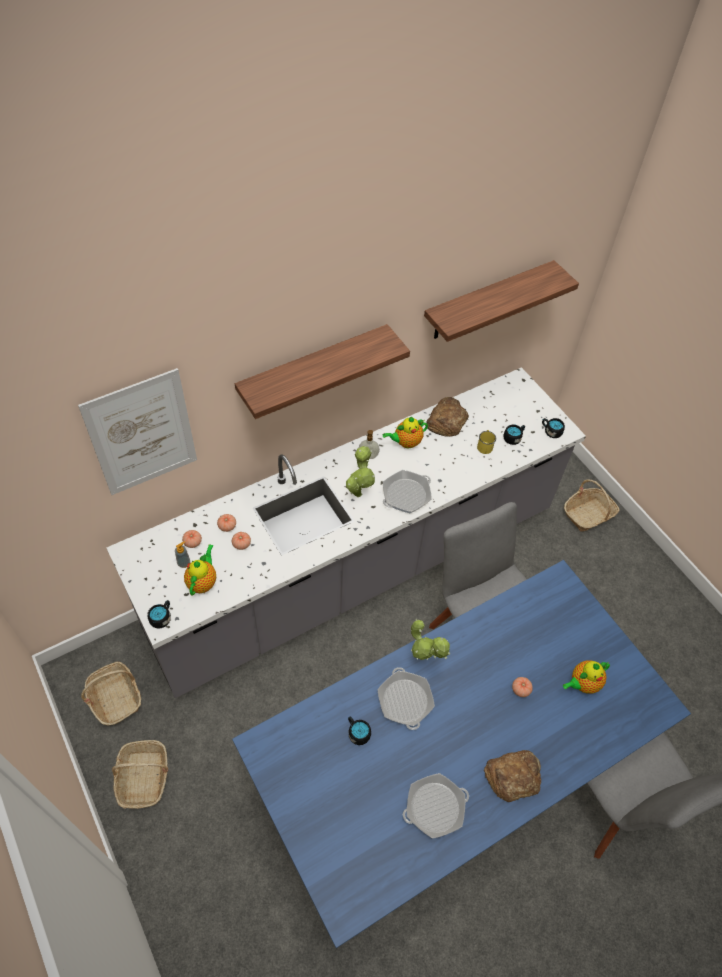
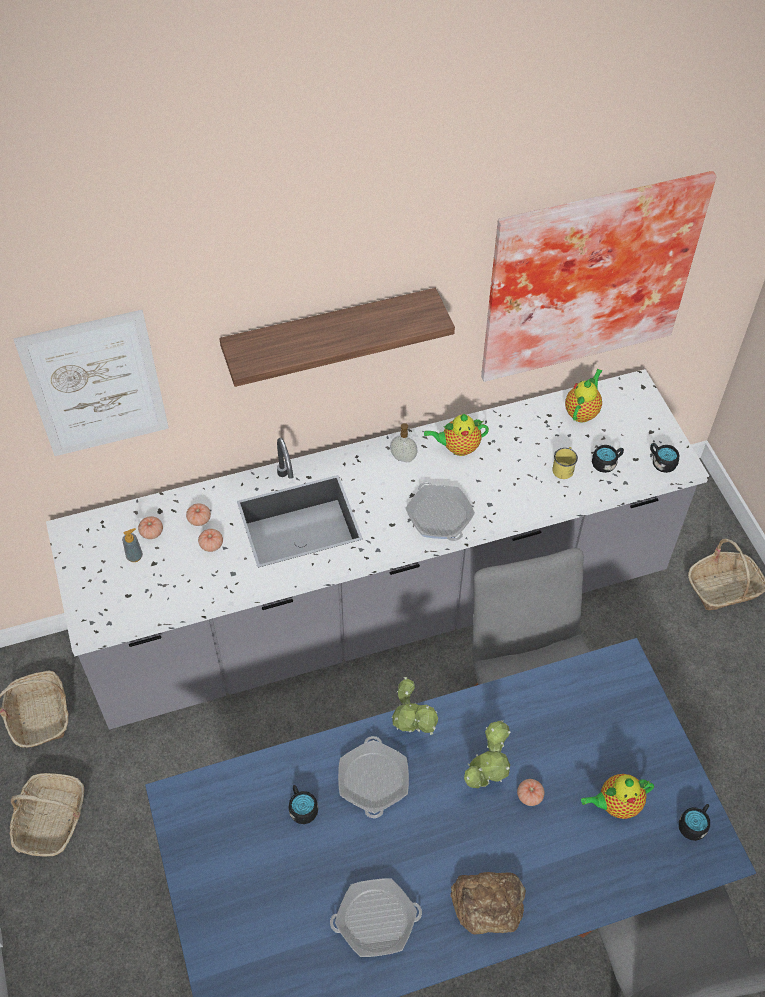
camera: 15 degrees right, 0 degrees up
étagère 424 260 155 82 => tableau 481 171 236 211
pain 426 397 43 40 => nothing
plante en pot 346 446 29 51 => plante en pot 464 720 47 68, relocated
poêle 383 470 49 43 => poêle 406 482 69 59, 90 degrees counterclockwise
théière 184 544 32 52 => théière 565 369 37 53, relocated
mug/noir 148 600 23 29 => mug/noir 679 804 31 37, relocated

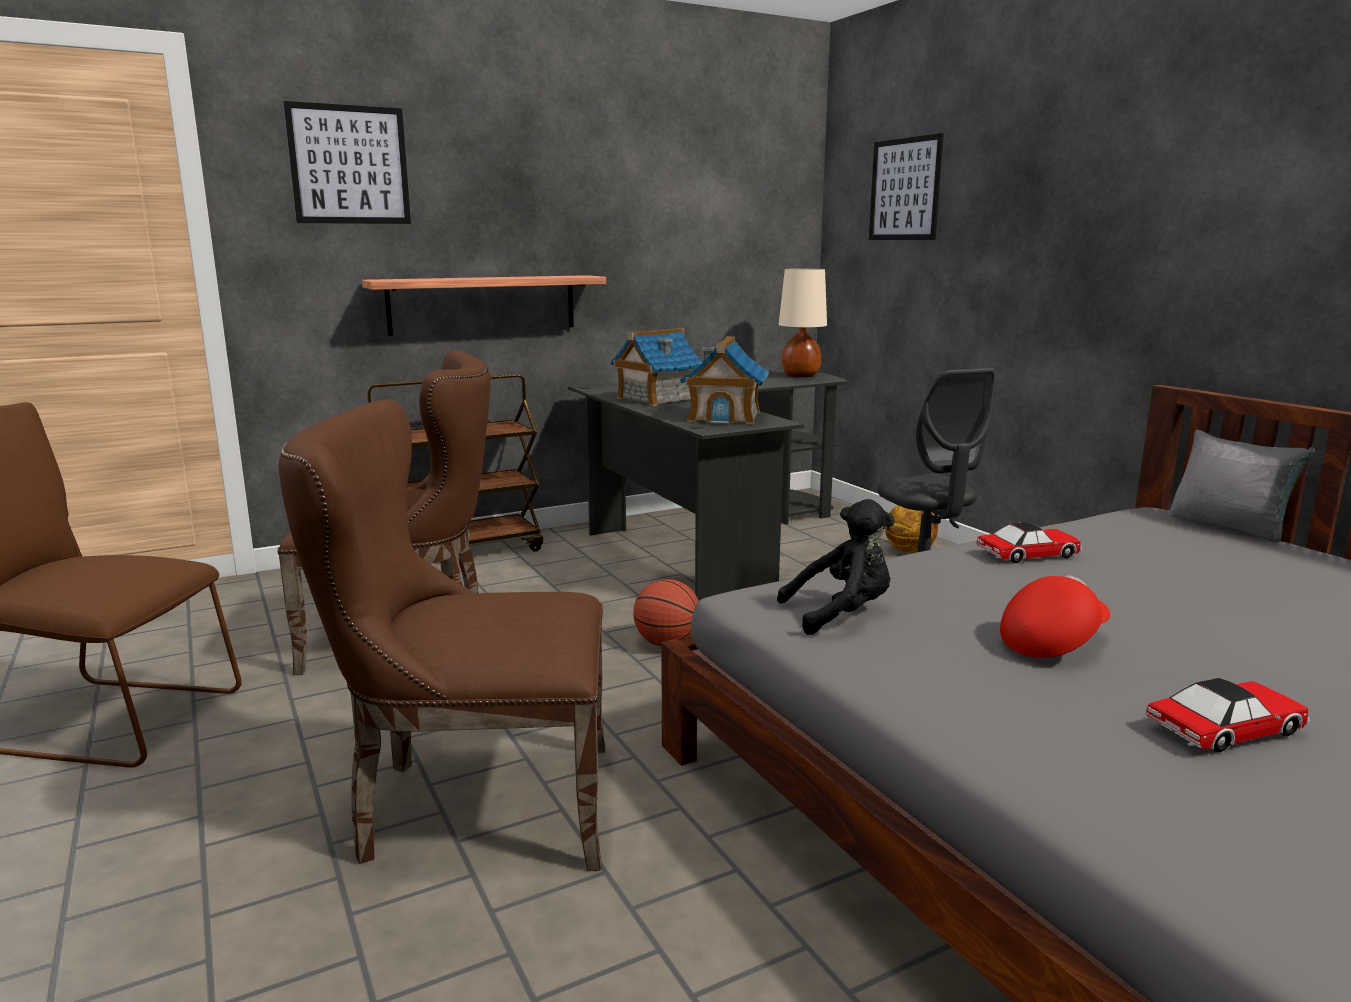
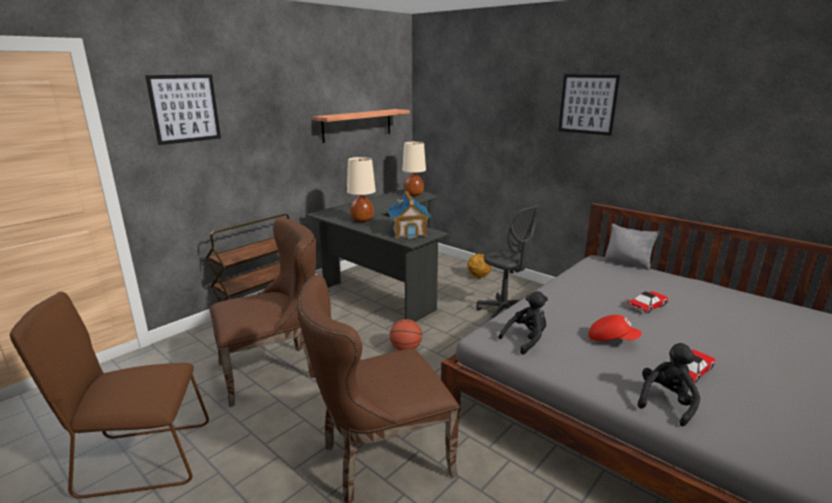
camera: 20 degrees left, 5 degrees up
tableau 869 133 75 107 => tableau 558 74 62 62, relocated
étagère 362 275 244 61 => étagère 313 109 97 34, relocated
maison miniature 610 328 93 78 => lampe de table/beige 347 157 29 65
petite voiture 976 522 107 41 => petite voiture 628 291 41 22, relocated
casquette/rouge 1000 575 110 83 => casquette/rouge 589 315 53 26, 75 degrees clockwise
nothing => peluche/noir 638 343 62 84

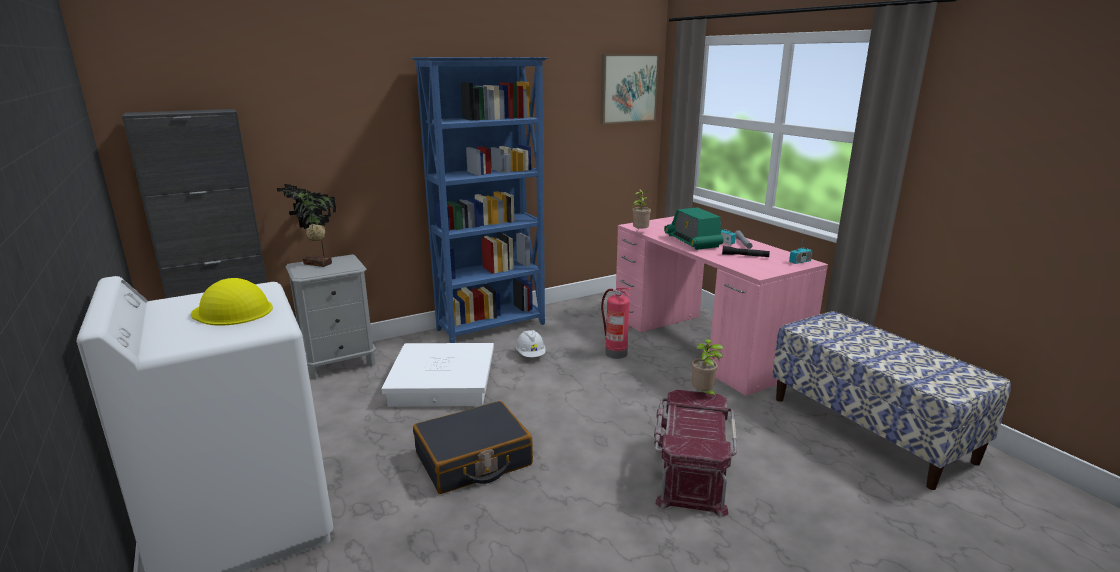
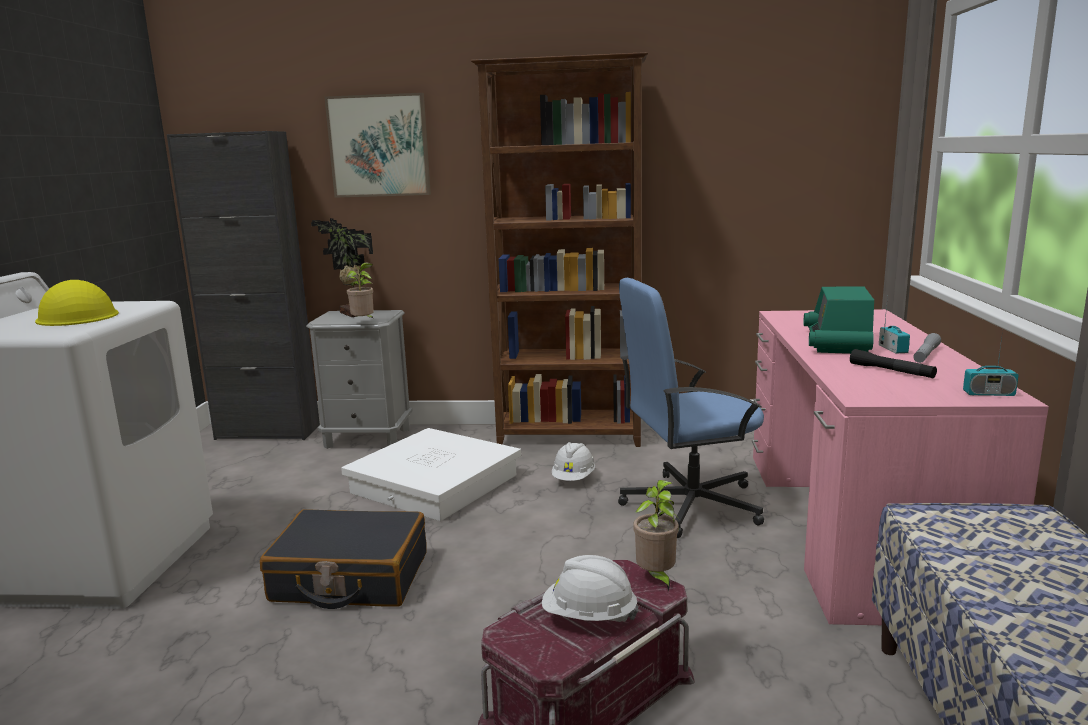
camera: 35 degrees right, 5 degrees down
tableau 600 54 59 70 => tableau 324 93 107 105, relocated
bibliothèque/bleu 411 57 137 286 => bibliothèque/marron 471 52 177 395
plante en pot 632 189 19 40 => plante en pot 346 263 28 56, relocated
extincteur 601 287 30 72 => chaise de bureau/bleu 618 278 146 260
nothing => casque de chantier/blanc 542 555 97 67

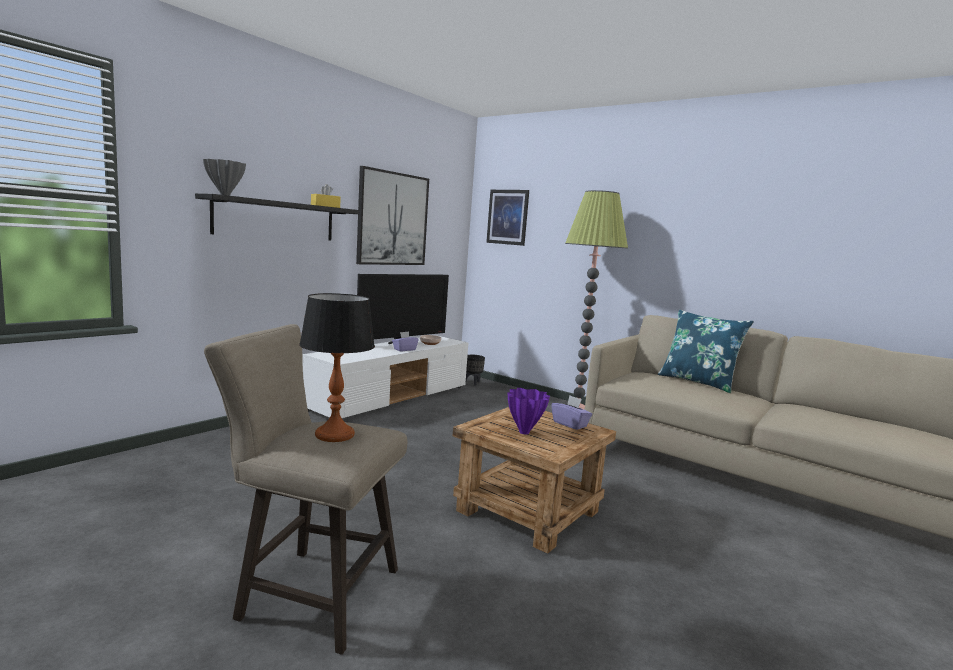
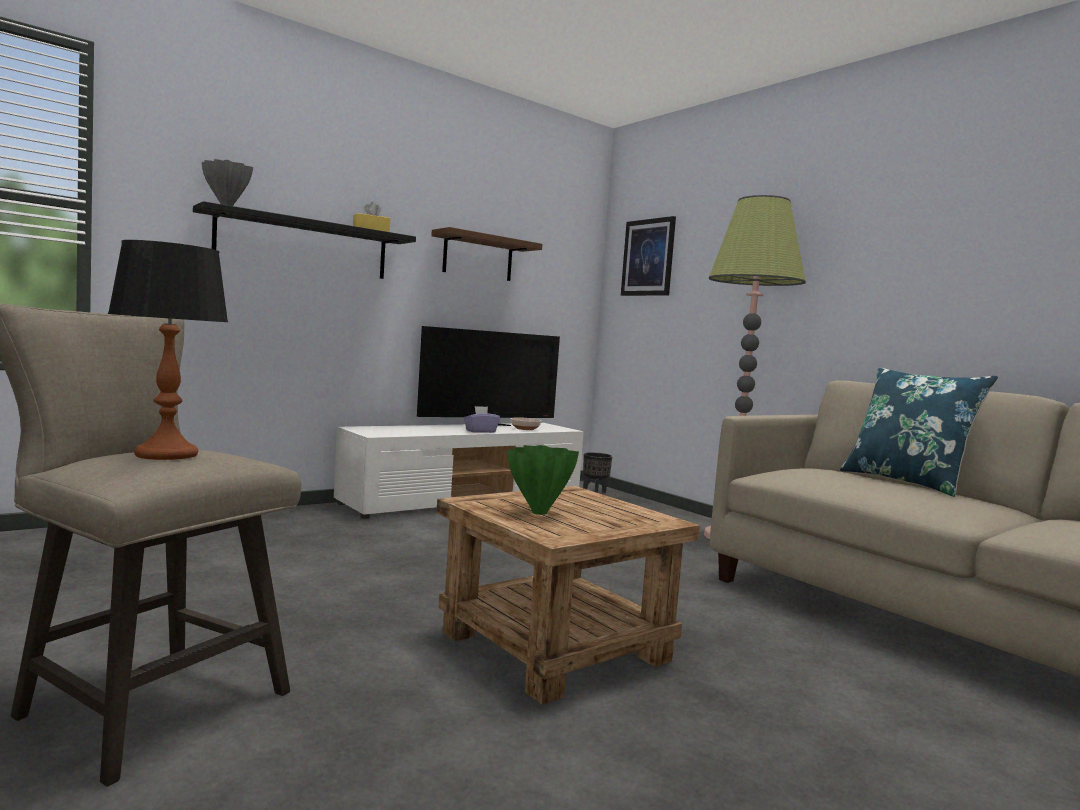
camera: 15 degrees right, 5 degrees down
tableau 356 166 73 99 => étagère/marron 431 227 111 54
vase/violet 508 388 42 46 => vase/vert 508 445 71 70
boîte à mouchoirs/violet 551 395 41 35 => nothing

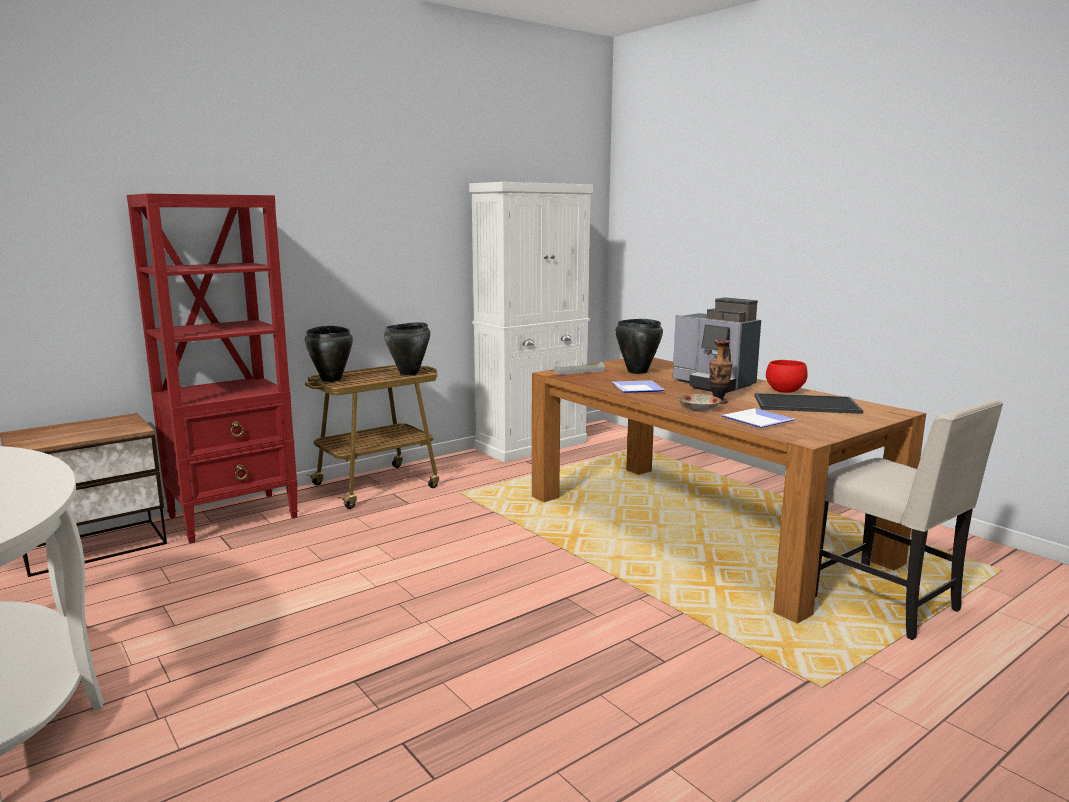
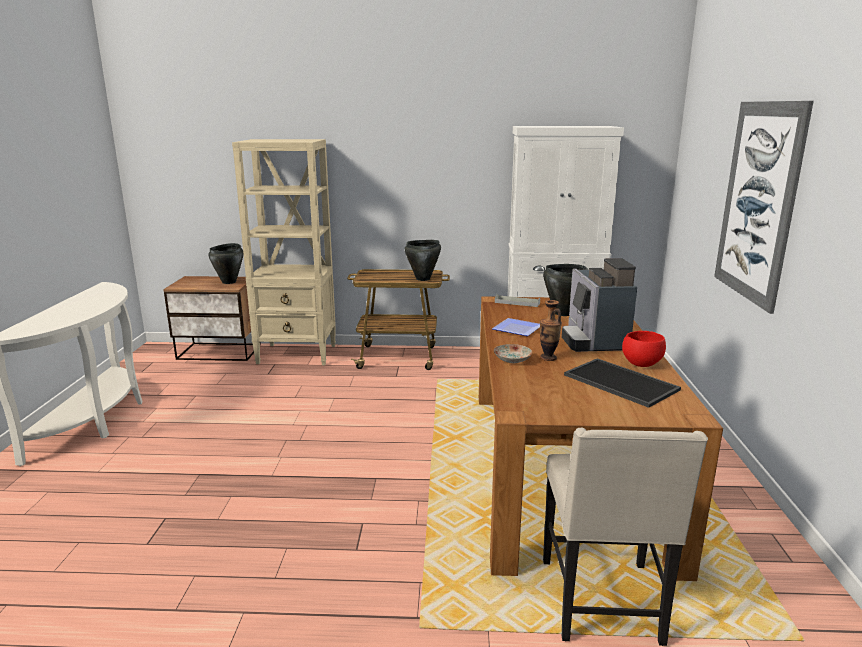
camera: 40 degrees right, 5 degrees up
bibliothèque/rouge 127 194 171 350 => bibliothèque/beige 232 139 104 226
marmite/noir 305 326 48 56 => marmite/noir 208 243 35 41, relocated
assiette 722 408 73 20 => nothing
nothing => tableau 714 101 100 213

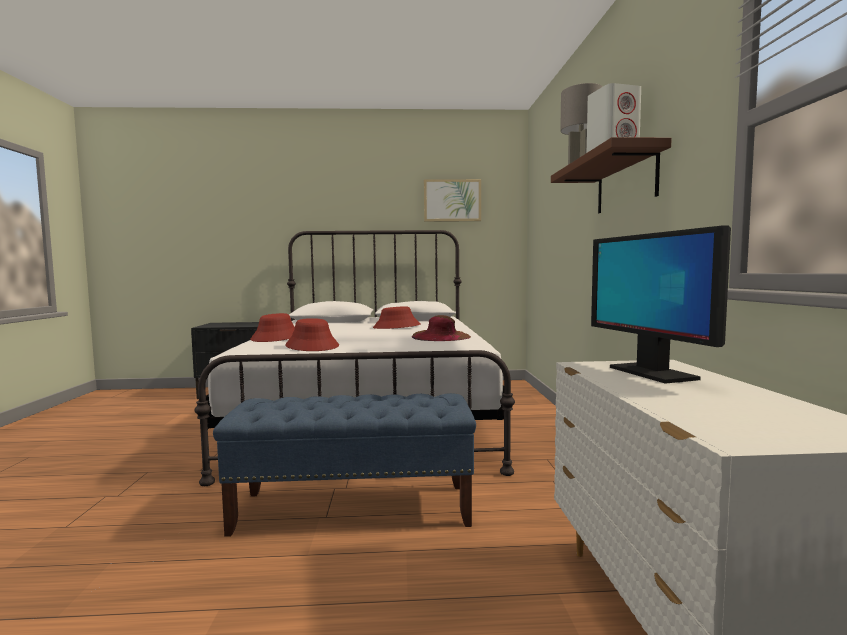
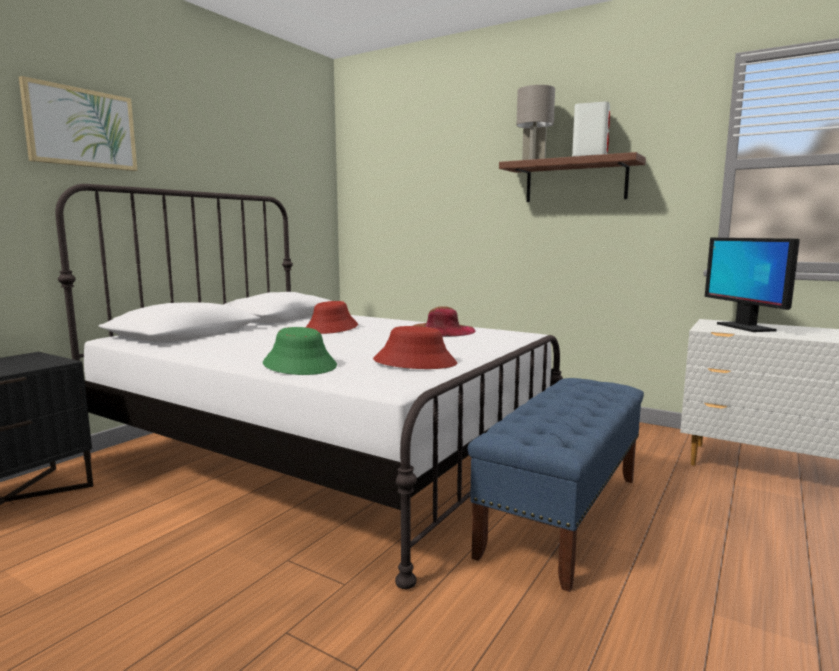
camera: 55 degrees left, 5 degrees up
tableau 424 179 57 43 => tableau 19 76 118 95, relocated
écran d'ordinateur 591 225 140 159 => écran d'ordinateur 705 238 95 94, 60 degrees clockwise
chapeau/rouge 250 313 45 29 => chapeau/vert 263 327 74 48

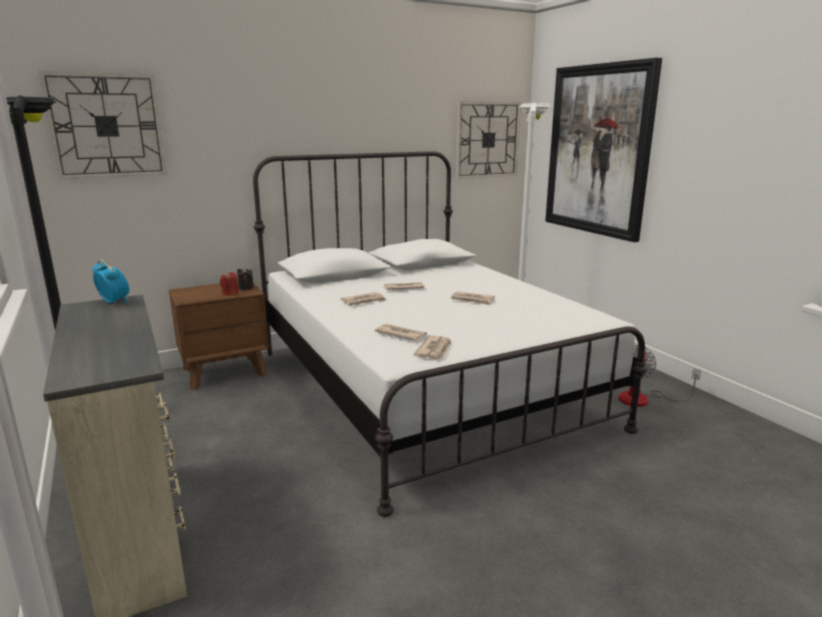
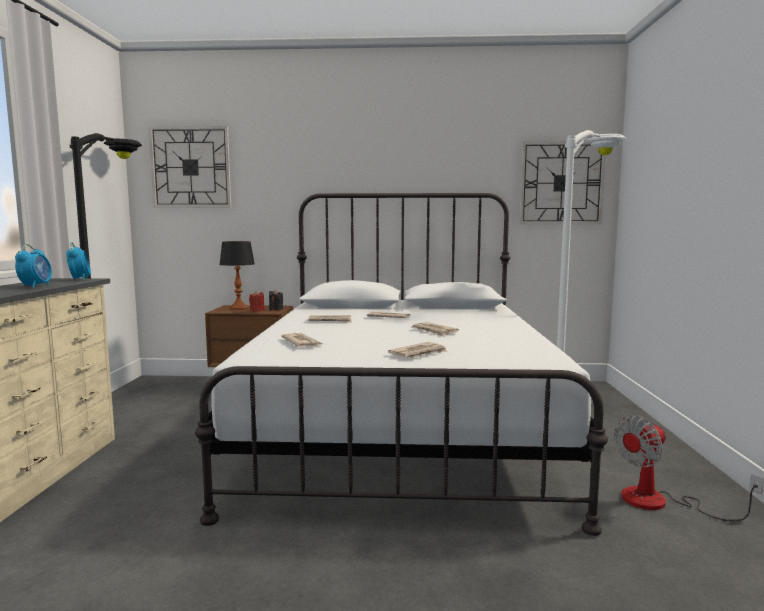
camera: 30 degrees right, 10 degrees down
tableau 545 58 117 184 => nothing
journal 414 335 38 24 => journal 388 342 59 16, relocated
nothing => lampe de table 219 241 36 69
nothing => réveil 15 244 37 44

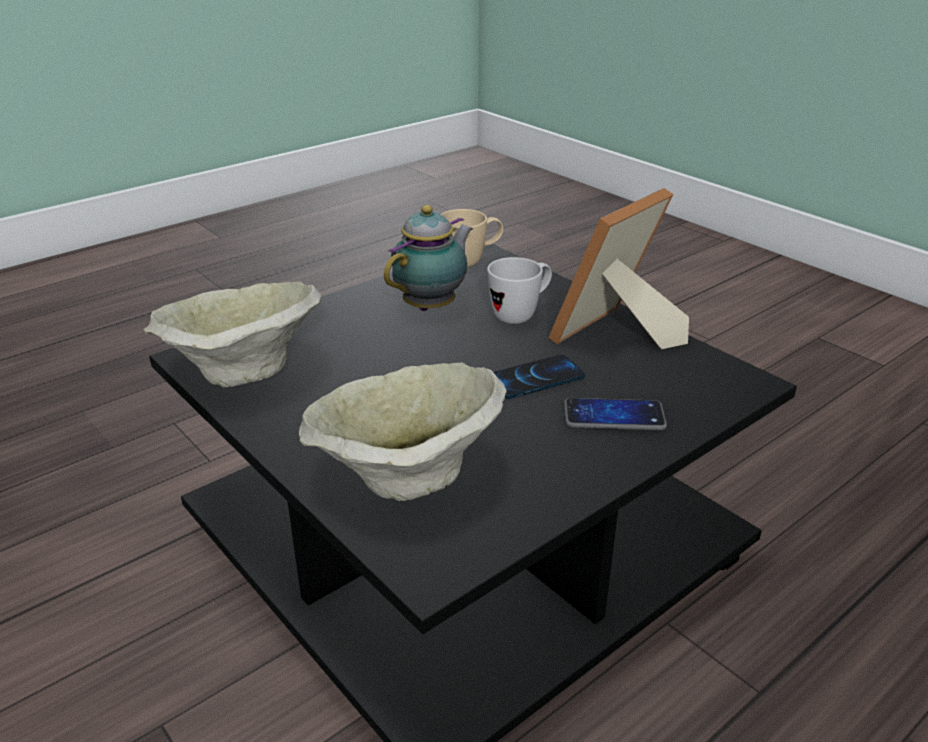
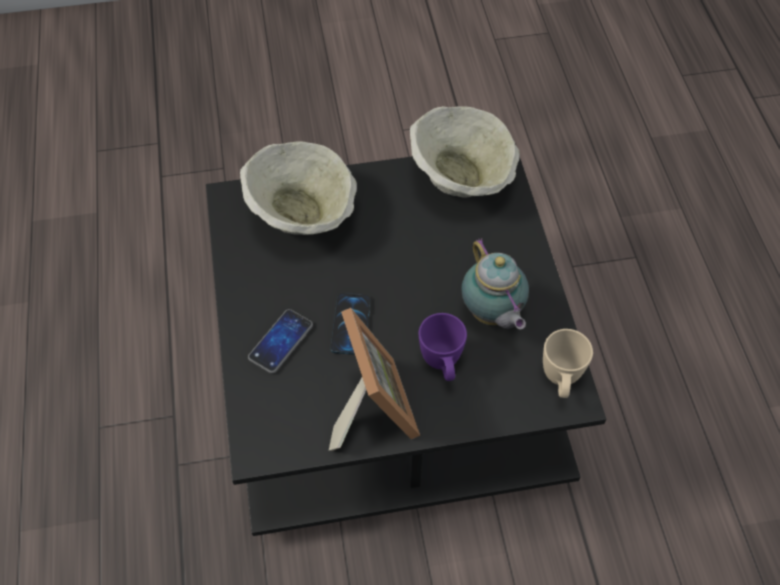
camera: 120 degrees right, 25 degrees up
mug/blanc 487 257 65 67 => mug/violet 419 313 48 68

